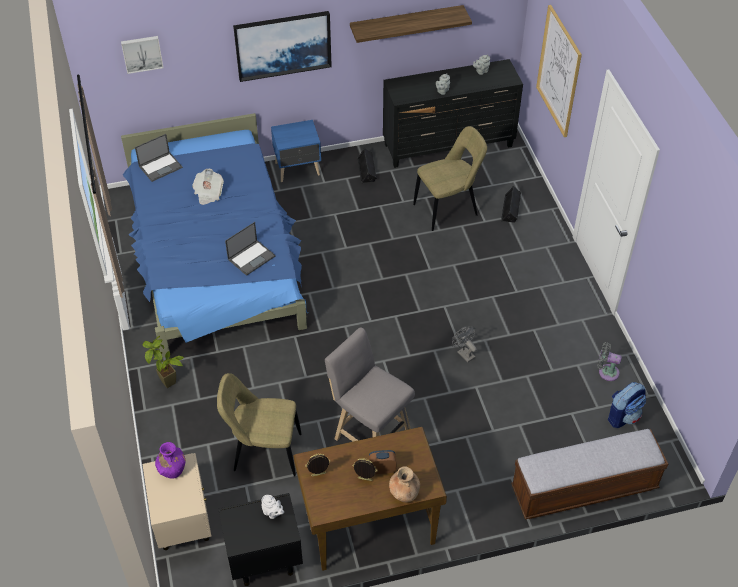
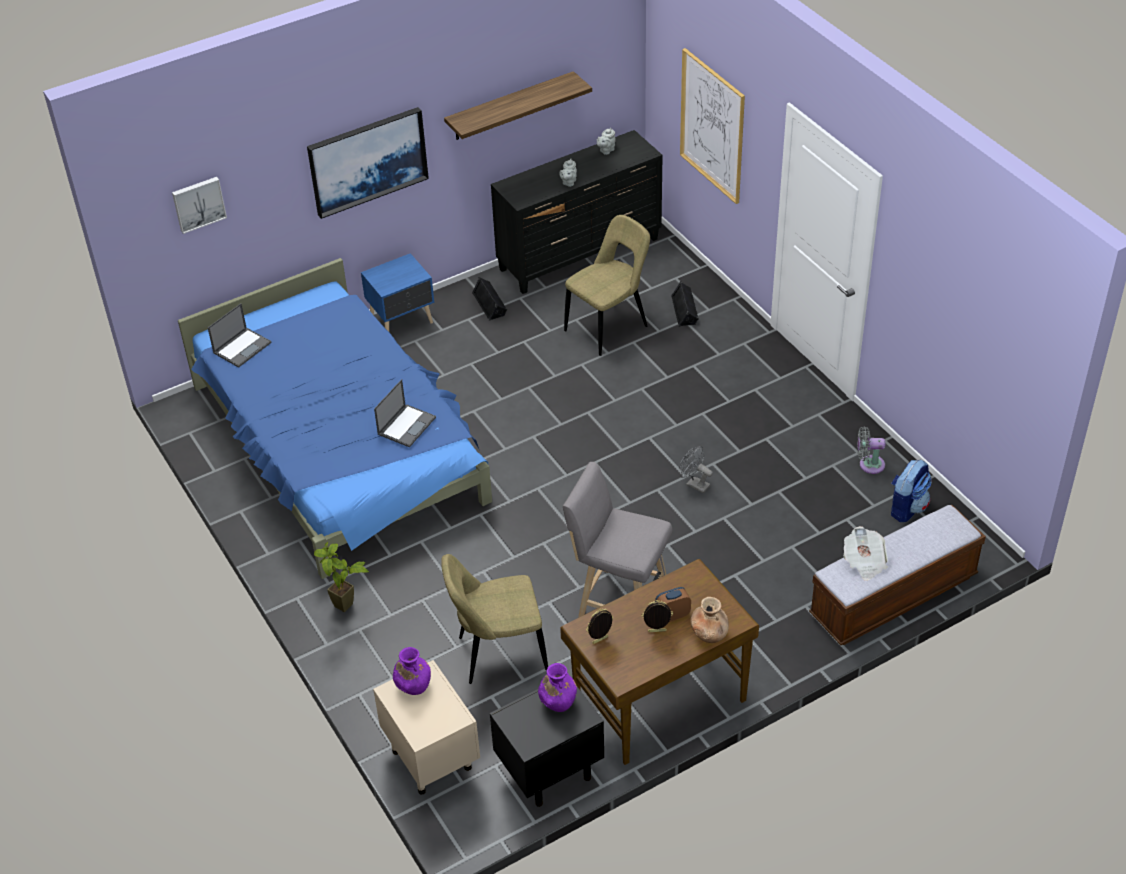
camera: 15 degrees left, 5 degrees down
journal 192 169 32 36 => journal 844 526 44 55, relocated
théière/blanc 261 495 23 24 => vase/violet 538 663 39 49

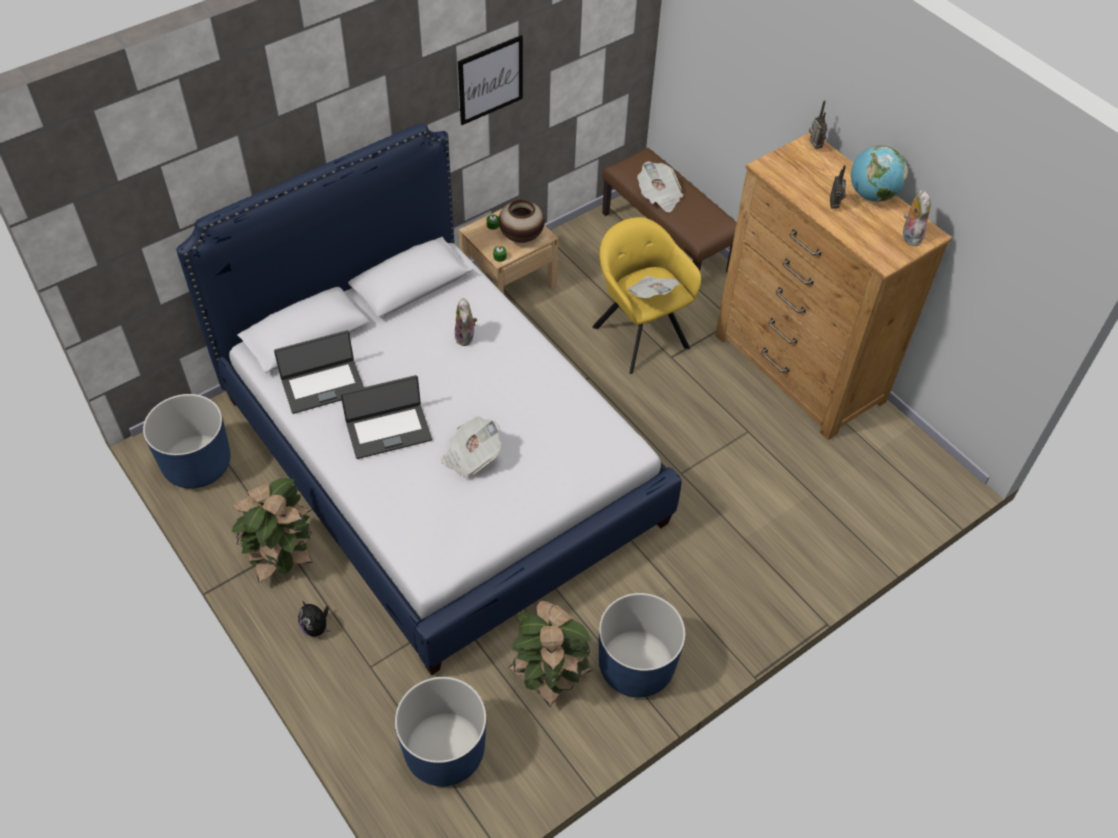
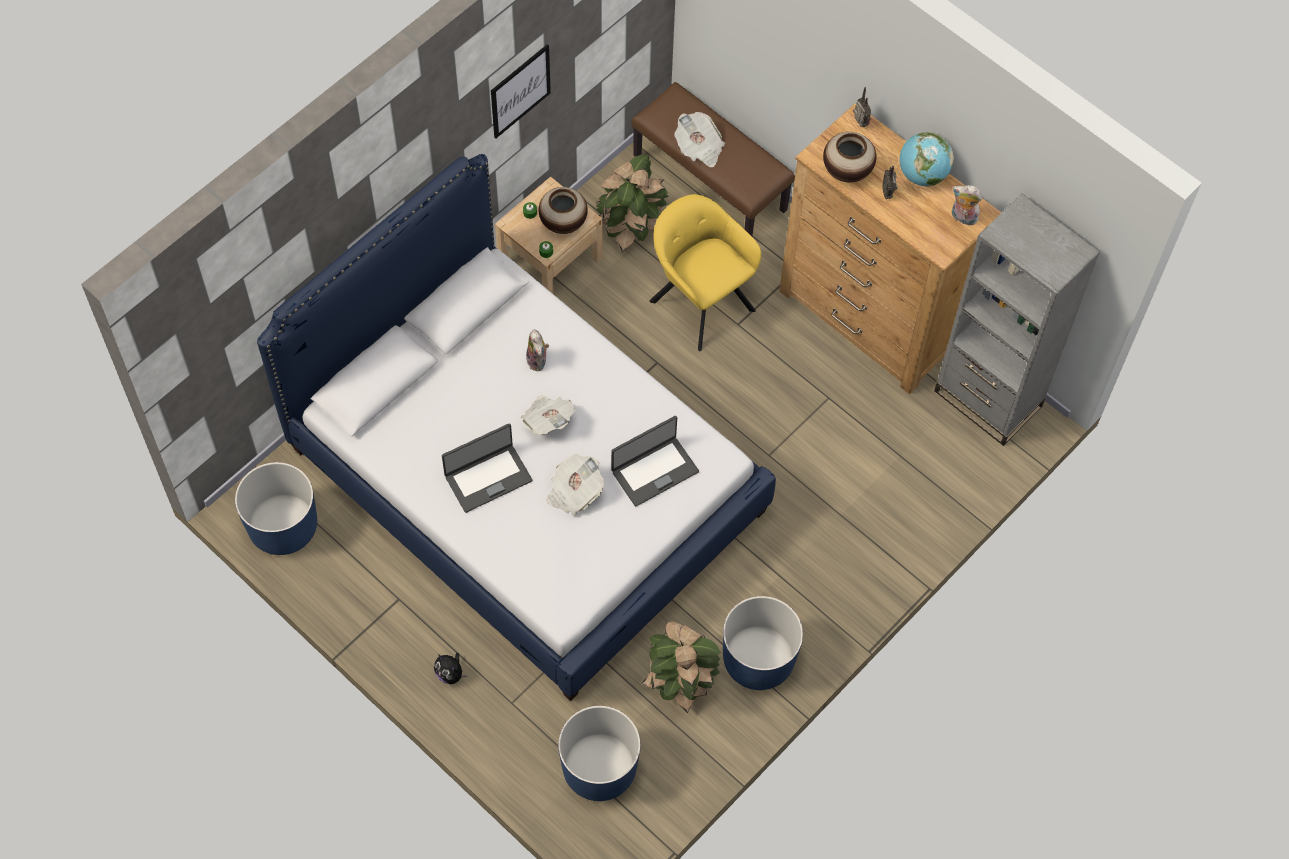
camera: 10 degrees left, 10 degrees up
peluche 901 190 30 56 => peluche 952 185 30 40, 60 degrees counterclockwise
journal 627 276 53 22 => journal 520 395 56 40, relocated
ordinateur portable 274 330 90 84 => ordinateur portable 611 416 88 91, relocated
plante en pot 232 478 81 105 => plante en pot 596 155 73 97, relocated
nothing => vase 823 132 53 50
nothing => bibliothèque/gris 934 193 166 253

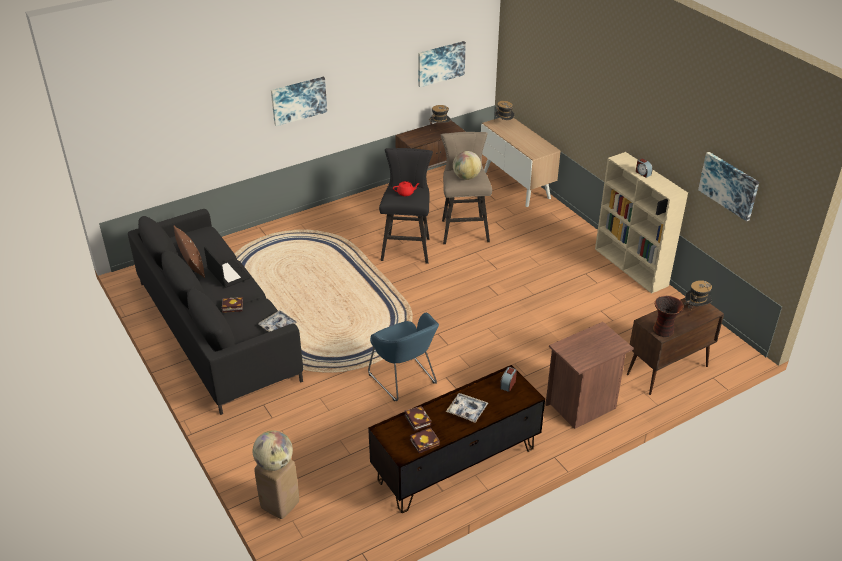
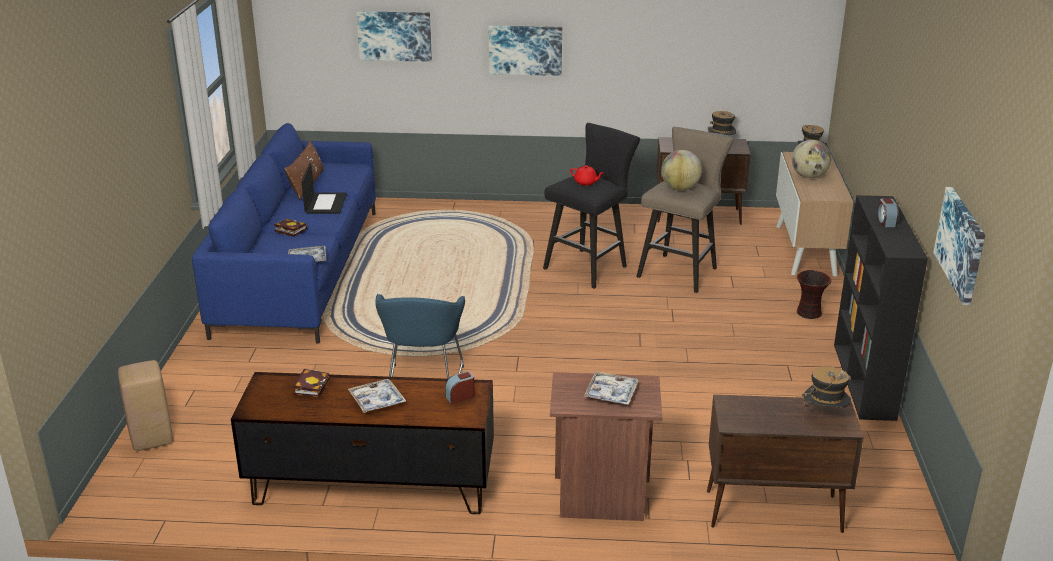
camera: 35 degrees right, 10 degrees down
tableau 418 41 48 46 => tableau 356 11 76 51, relocated
bibliothèque/beige 595 152 93 142 => bibliothèque/noir 834 195 94 226
canapé/noir 128 209 175 206 => canapé/bleu 192 123 184 221
vase 653 296 31 41 => vase 797 270 35 49, relocated
livre 410 427 30 26 => nothing
globe 253 430 40 41 => globe 792 140 39 38, relocated
nothing => plateau 584 371 55 34

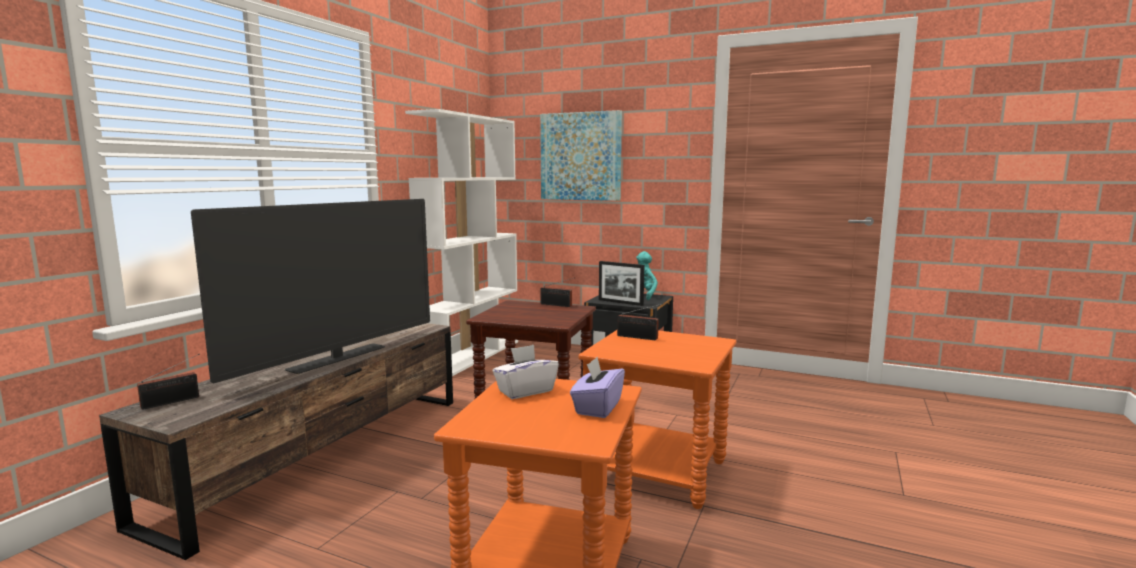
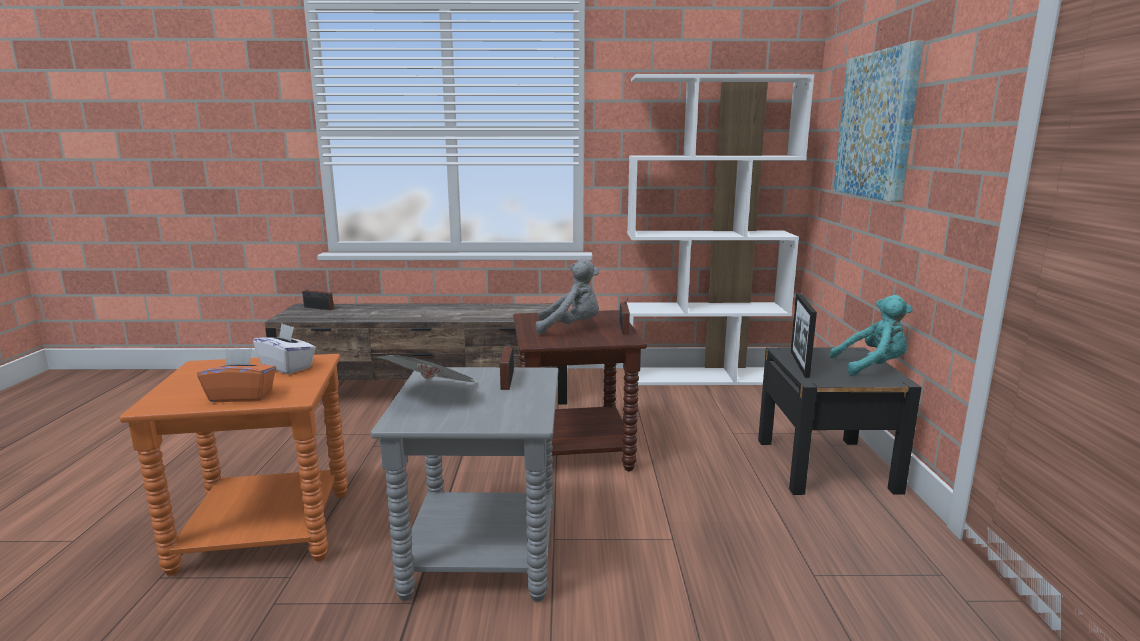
camera: 65 degrees right, 5 degrees up
téléviseur 191 199 239 184 => nothing
table d'appoint/orange 578 330 158 179 => table d'appoint/gris 370 367 188 235
boîte à mouchoirs/violet 570 357 55 61 => boîte à mouchoirs/orange 197 348 79 54
nothing => peluche/gris 535 258 64 77
nothing => journal 375 355 101 27

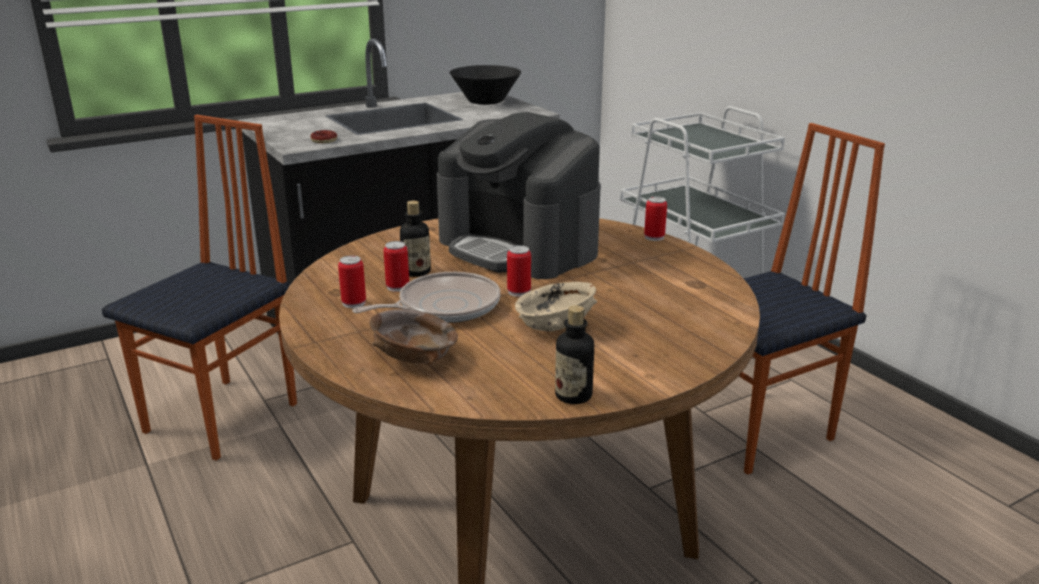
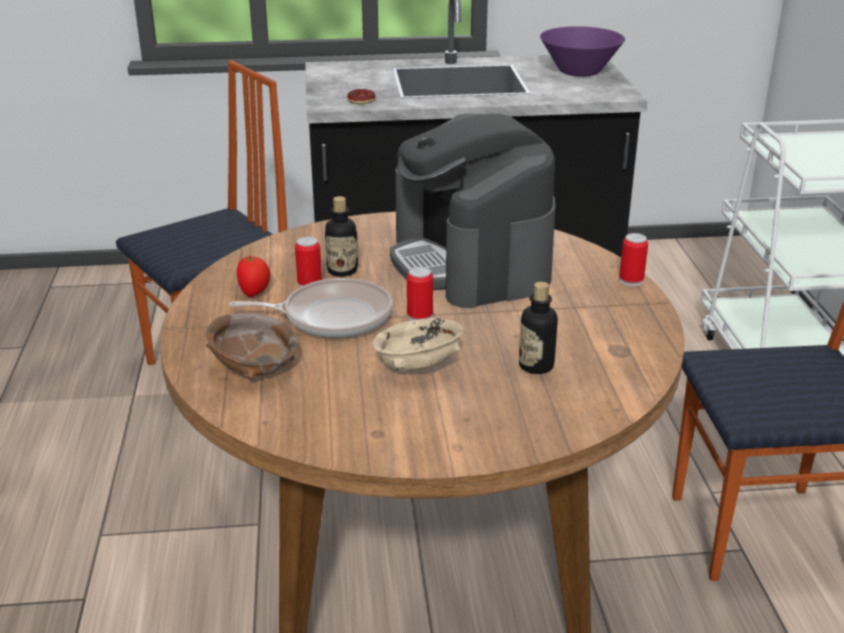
camera: 25 degrees right, 5 degrees up
bol/noir 450 65 71 40 => bol/violet 540 26 85 51
boîte métallique 338 255 28 53 => tomate 237 255 33 42
bouteille 555 305 39 99 => bouteille 519 282 39 92, relocated

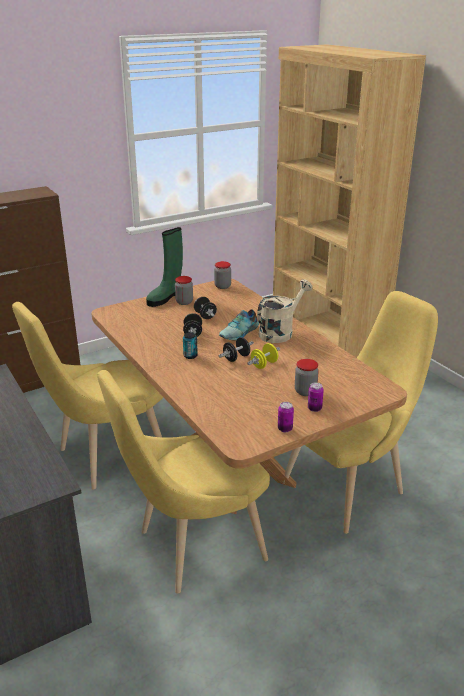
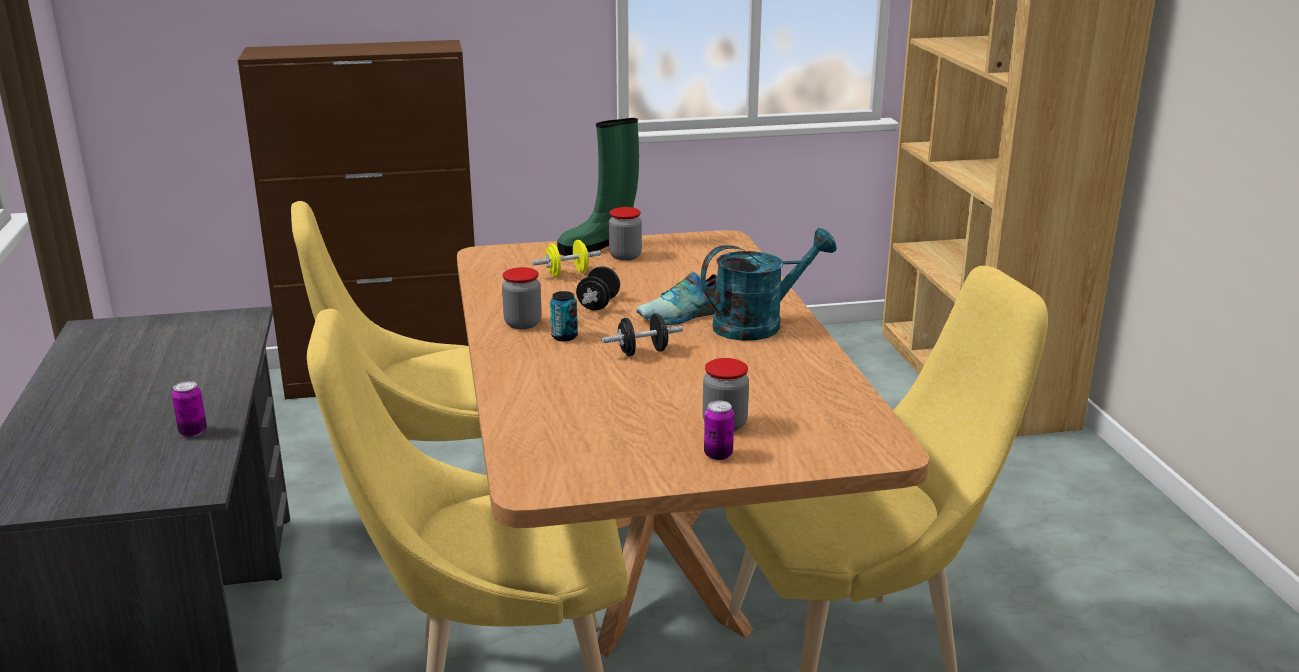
camera: 20 degrees right, 5 degrees down
bocal 214 261 17 28 => bocal 502 267 40 62, relocated
arrosoir/beige 257 279 56 64 => arrosoir/turquoise 701 228 136 113
haltère/noir 194 297 23 22 => nothing
haltère/jaune 248 343 32 26 => haltère/jaune 532 240 69 37, relocated
boîte métallique 278 402 16 30 => boîte métallique 172 381 35 56, relocated

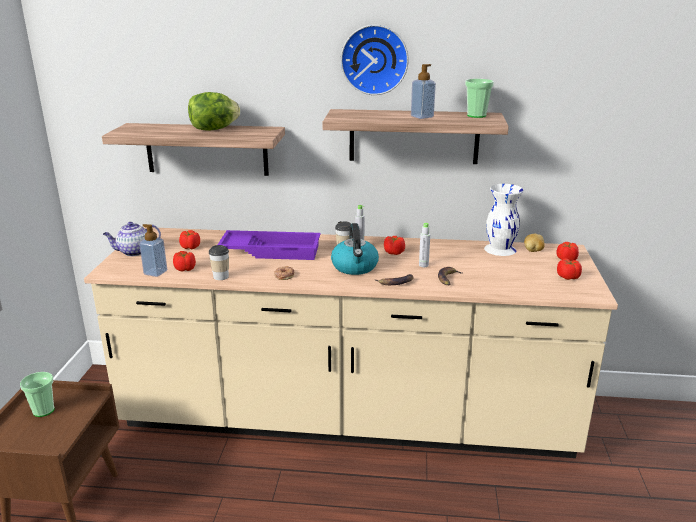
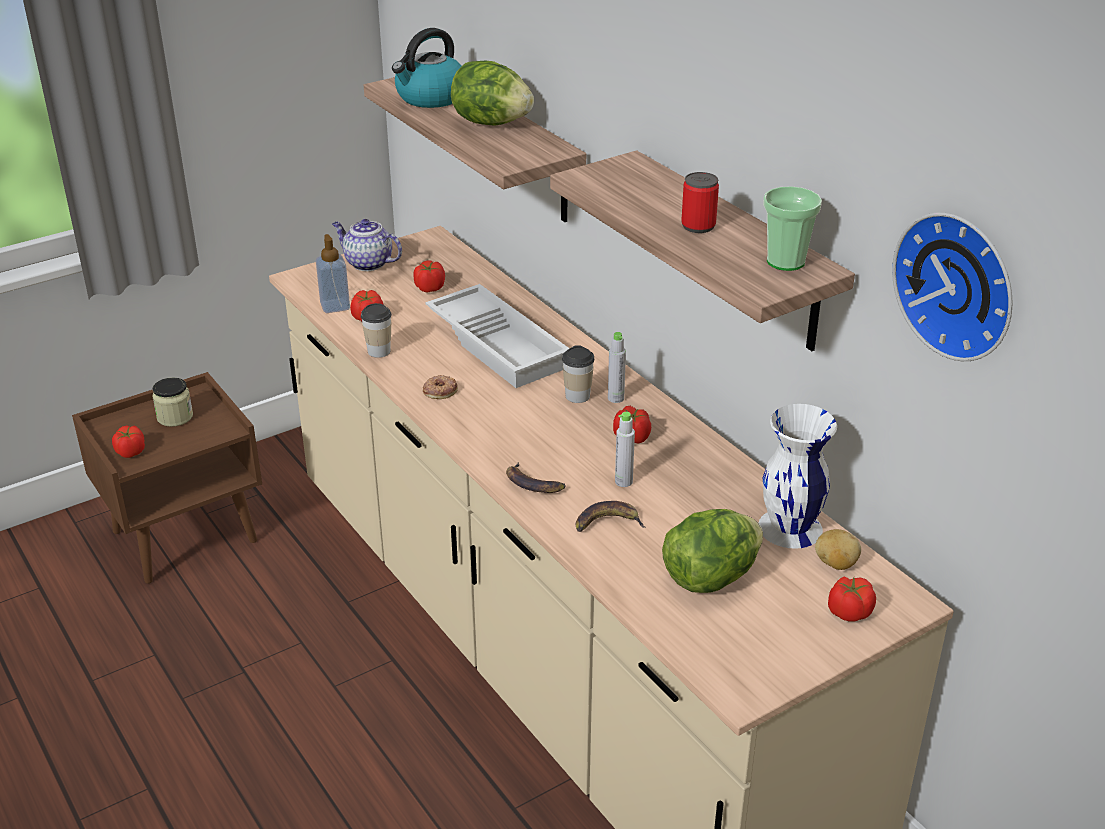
camera: 50 degrees right, 10 degrees up
horloge murale 341 25 68 70 => horloge murale 892 213 121 148, relocated
distributeur de savon 411 64 25 55 => boîte métallique 681 172 38 61
bouilloire 331 223 48 52 => bouilloire 392 28 70 80, relocated
plateau/violet 218 230 102 30 => plateau/blanc 425 284 145 104
tomate 557 258 25 22 => tomate 112 425 33 33, relocated
tasse 20 372 35 45 => bocal 152 378 41 49
nothing => laitue 662 509 101 84

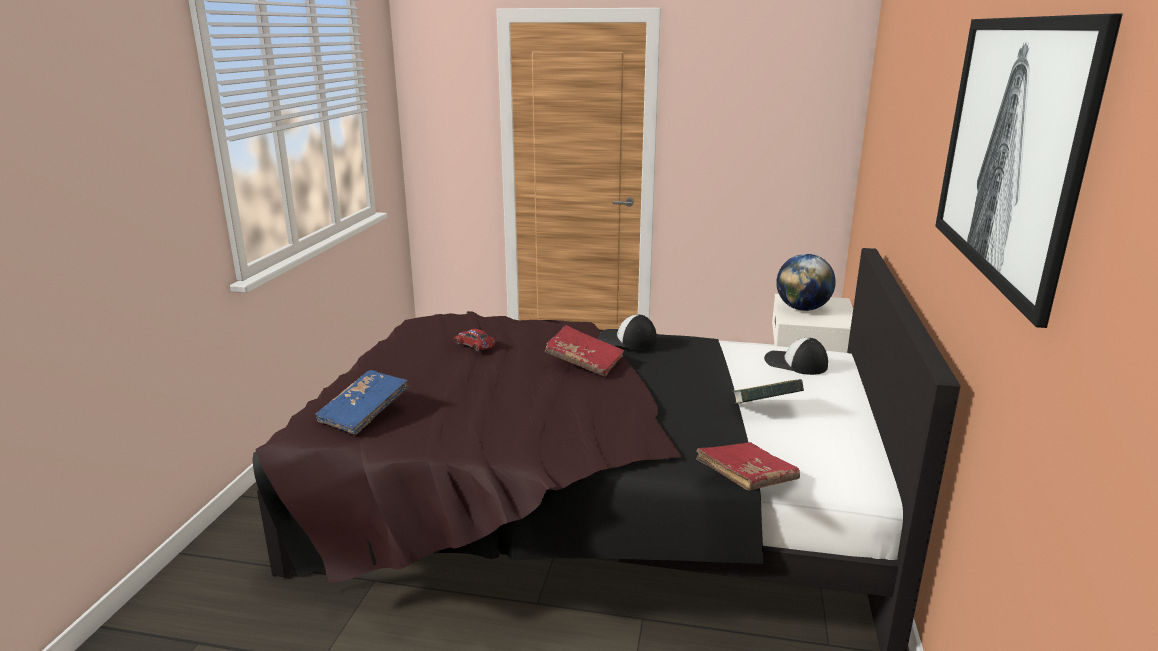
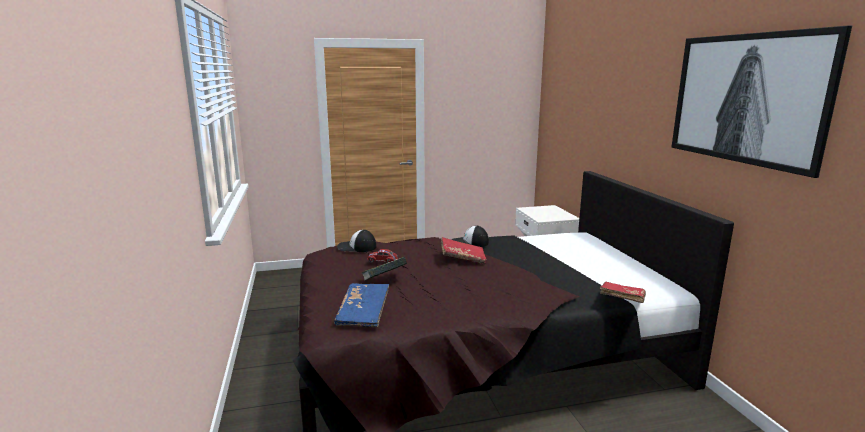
camera: 25 degrees left, 5 degrees down
globe 776 254 60 57 => nothing
casquette 764 338 64 37 => casquette 337 230 39 22, relocated
livre 732 379 72 25 => livre 362 257 45 24, relocated

